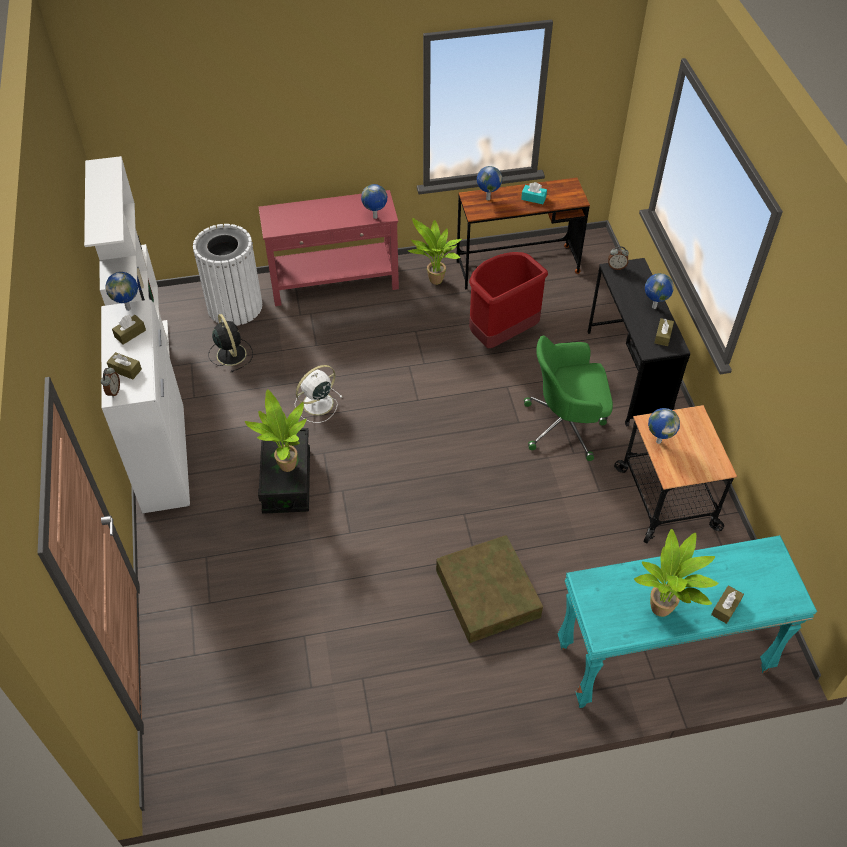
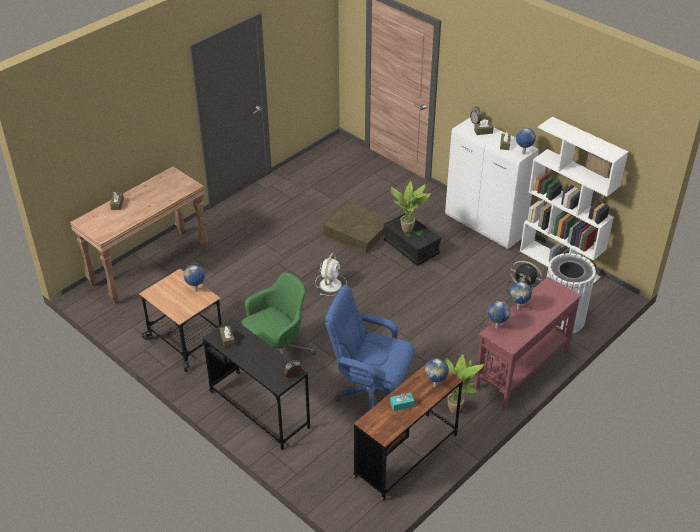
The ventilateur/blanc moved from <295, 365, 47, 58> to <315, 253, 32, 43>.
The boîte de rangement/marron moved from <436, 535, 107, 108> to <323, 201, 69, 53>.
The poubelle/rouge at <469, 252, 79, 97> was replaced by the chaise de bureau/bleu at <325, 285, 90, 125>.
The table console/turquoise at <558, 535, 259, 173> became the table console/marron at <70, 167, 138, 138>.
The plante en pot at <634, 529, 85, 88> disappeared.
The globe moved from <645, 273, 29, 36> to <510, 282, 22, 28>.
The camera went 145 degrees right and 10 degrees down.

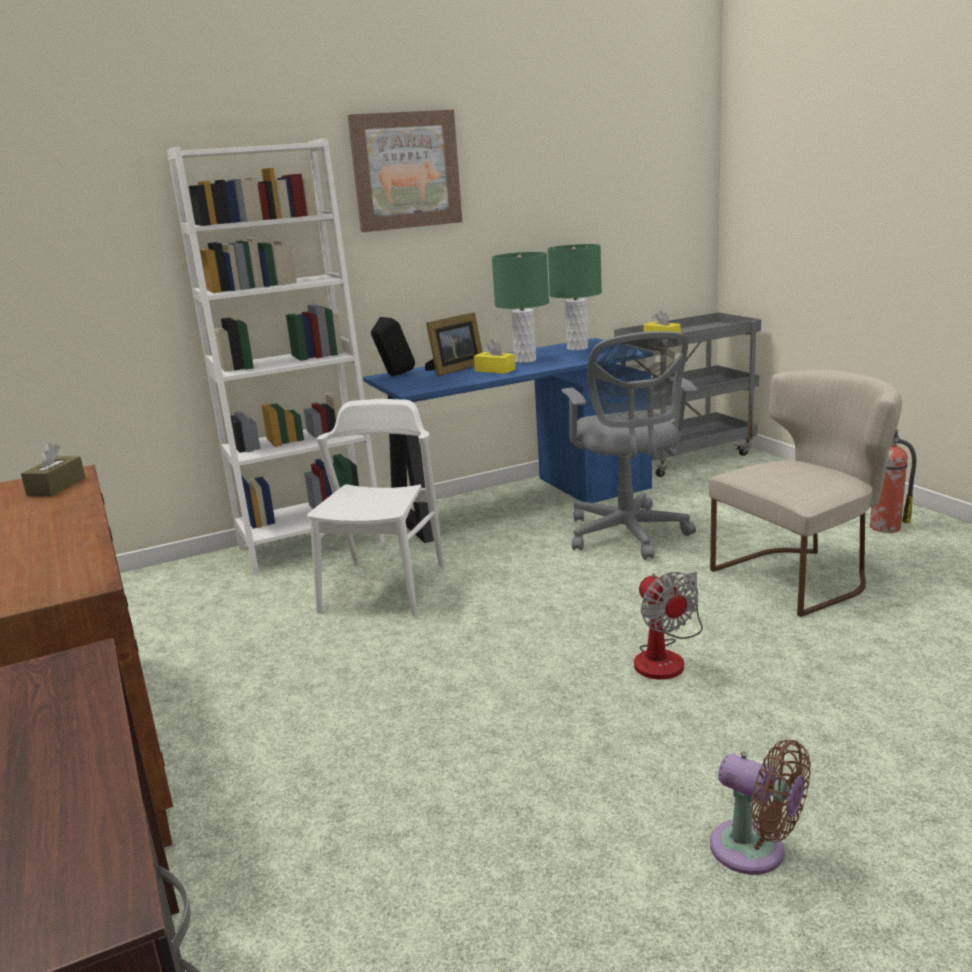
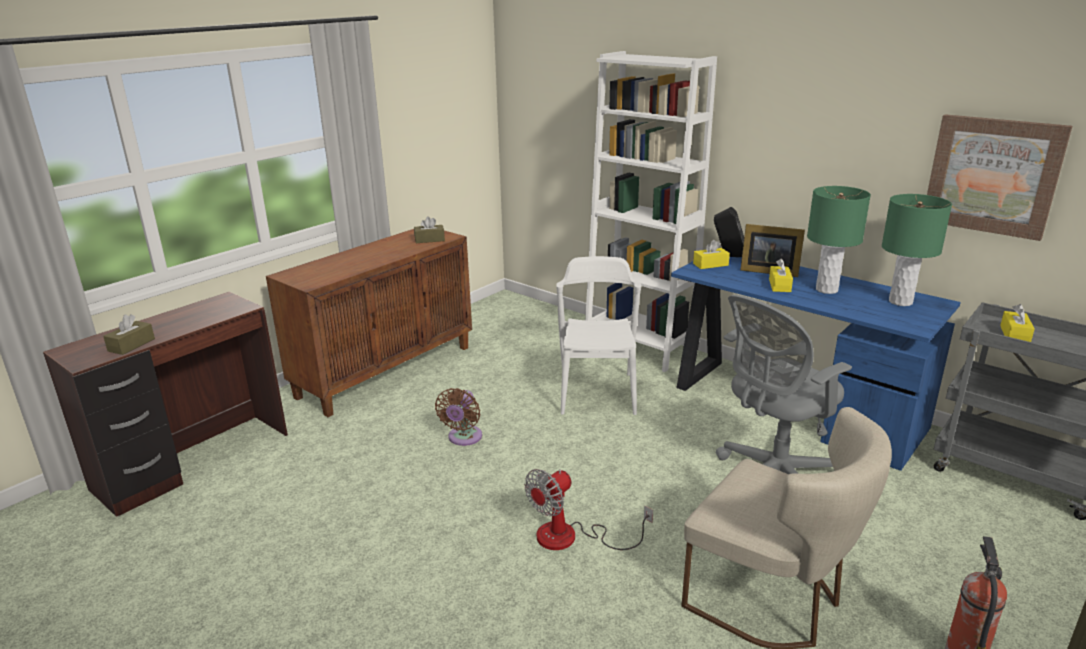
The chaise/blanc at <307, 399, 137, 217> turned 75 degrees counterclockwise.
The tableau moved from <348, 109, 114, 123> to <927, 114, 145, 127>.
The ventilateur/marron moved from <710, 740, 101, 135> to <435, 388, 47, 58>.
The boîte à mouchoirs/marron at <103, 314, 52, 41> appeared.
The boîte à mouchoirs/jaune at <693, 240, 37, 29> appeared.
The camera went 65 degrees right and 5 degrees up.

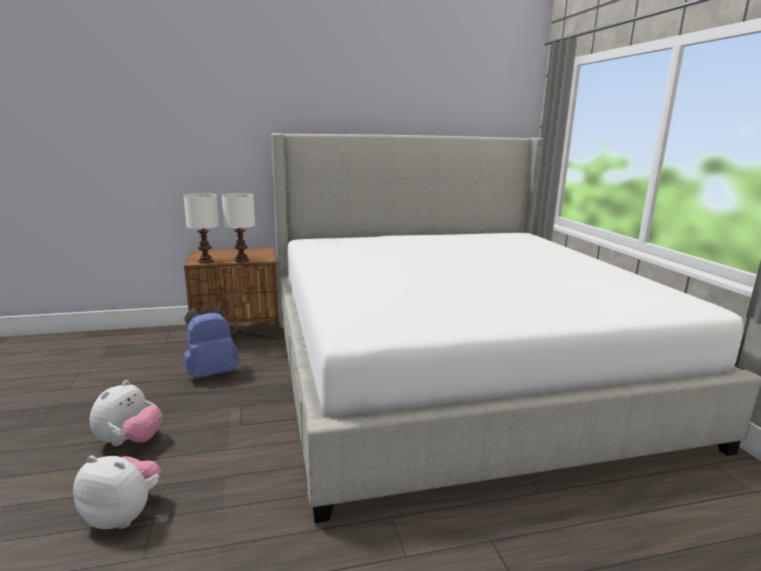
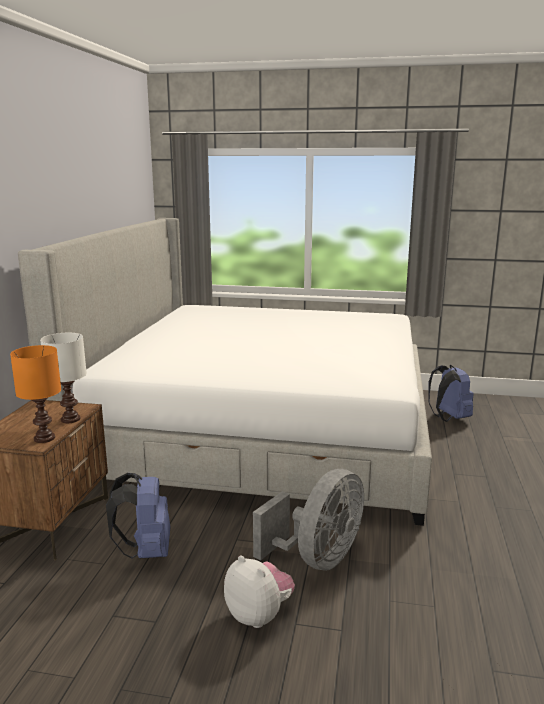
The peluche at <73, 456, 88, 73> disappeared.
The lampe de table/blanc at <184, 193, 35, 71> became the lampe de table/orange at <10, 345, 51, 98>.
The ventilateur/gris at <253, 469, 111, 102> appeared.
The sac à dos/bleu at <429, 365, 44, 57> appeared.
The camera went 65 degrees left and 0 degrees up.

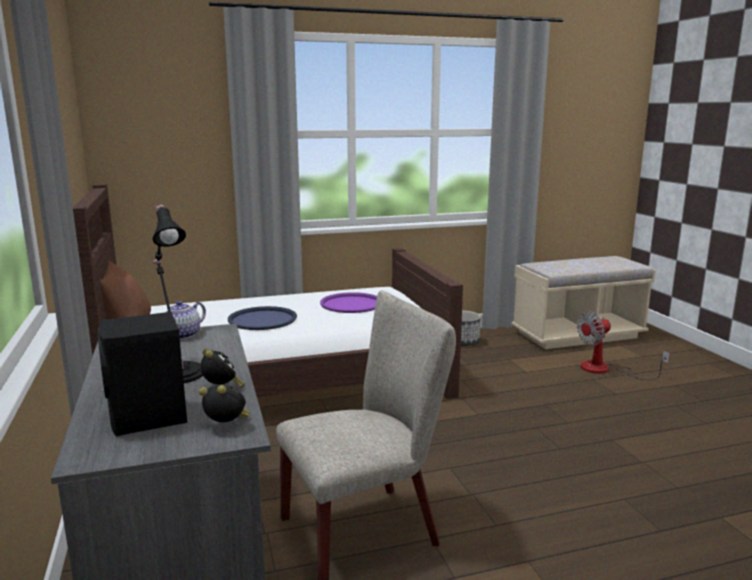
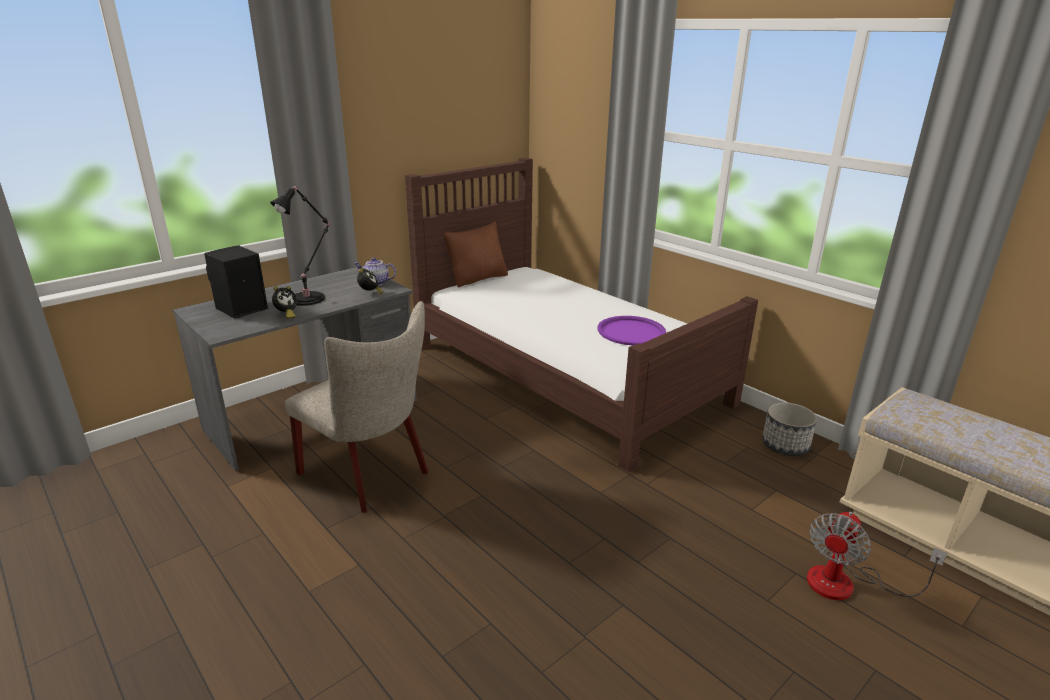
The réveil moved from <199, 385, 51, 37> to <357, 268, 26, 26>.
The plateau/bleu at <228, 306, 69, 24> disappeared.
The ventilateur at <577, 312, 93, 68> turned 90 degrees counterclockwise.
The camera went 65 degrees right and 10 degrees up.

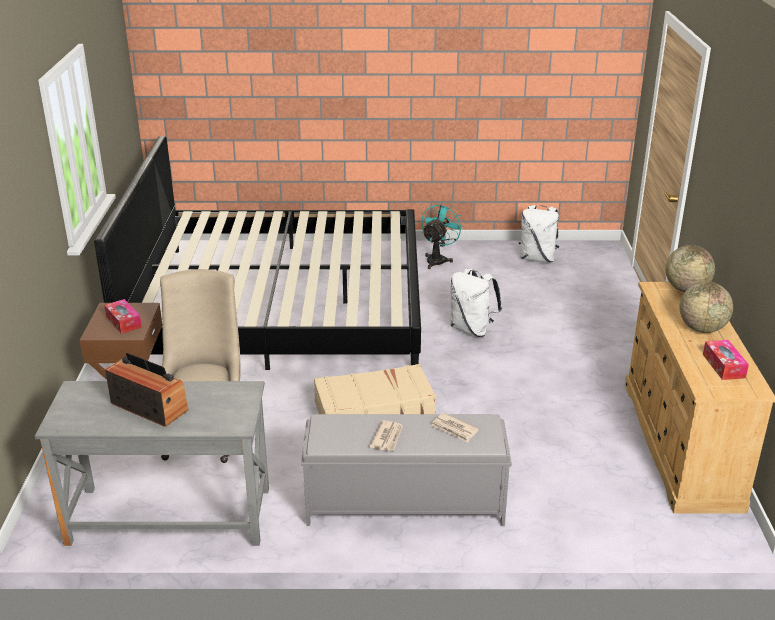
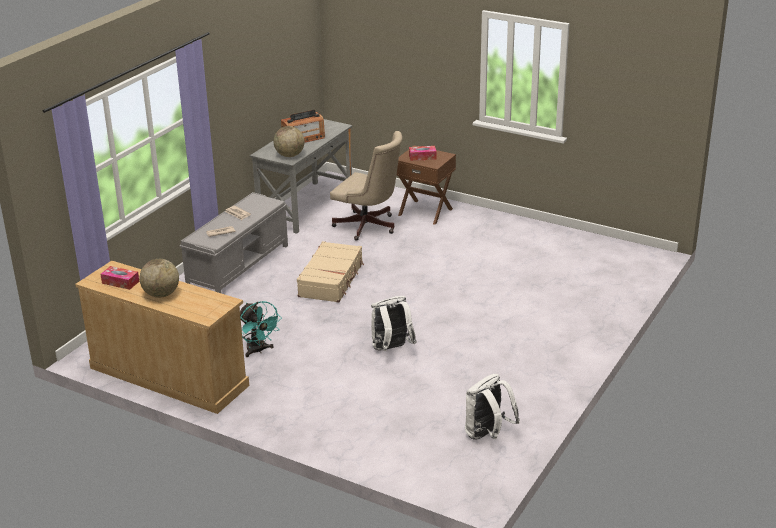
The lit at <94, 136, 327, 234> disappeared.
The ventilateur/turquoise moved from <421, 202, 43, 67> to <240, 301, 42, 56>.
The globe moved from <665, 245, 50, 47> to <274, 126, 30, 31>.
The camera went 120 degrees right and 0 degrees up.

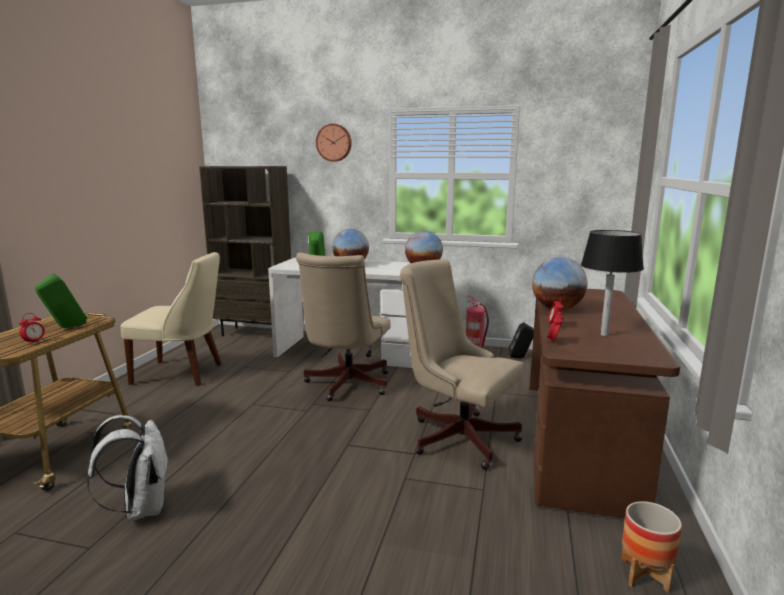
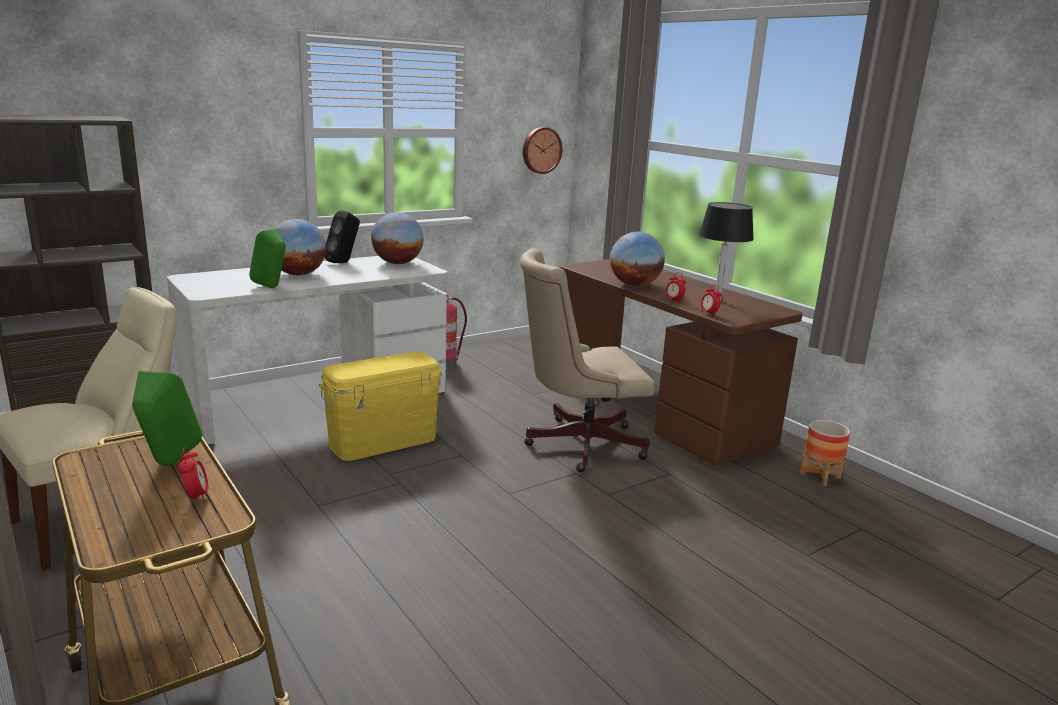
The sac à dos/blanc at <87, 415, 82, 106> disappeared.
The chaise de bureau/beige at <296, 252, 95, 149> was replaced by the boîte de rangement/jaune at <319, 351, 123, 110>.
The horloge murale moved from <316, 124, 36, 38> to <523, 127, 39, 47>.
The enceinte/noir moved from <508, 322, 26, 36> to <325, 210, 35, 53>.
The camera went 50 degrees left and 5 degrees up.

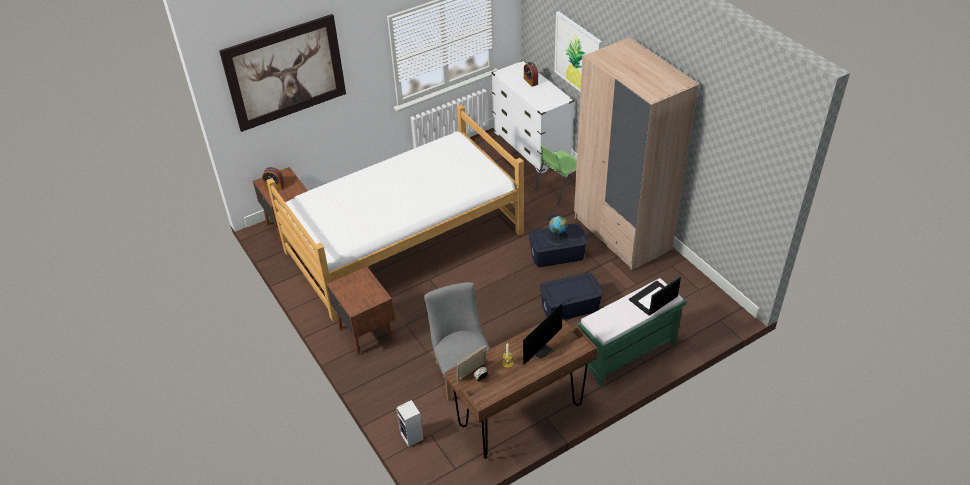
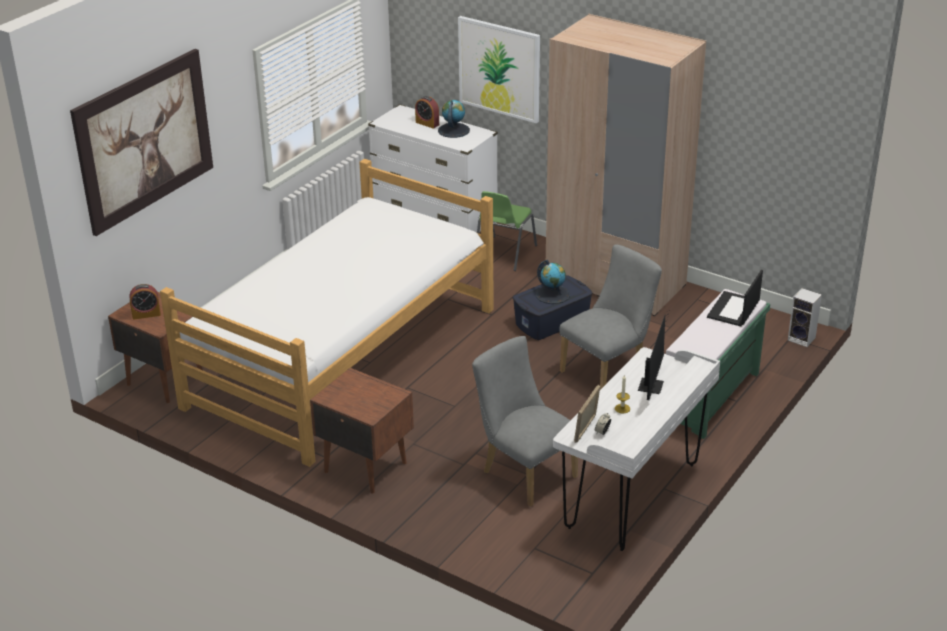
The enceinte moved from <396, 400, 28, 47> to <788, 288, 34, 59>.
The bureau/marron at <444, 318, 153, 141> became the bureau/blanc at <553, 347, 167, 204>.
The boîte de rangement/bleu at <540, 273, 62, 47> was replaced by the chaise/gris at <560, 245, 102, 145>.
The globe at <438, 100, 32, 38> appeared.
The camera went 25 degrees left and 10 degrees down.

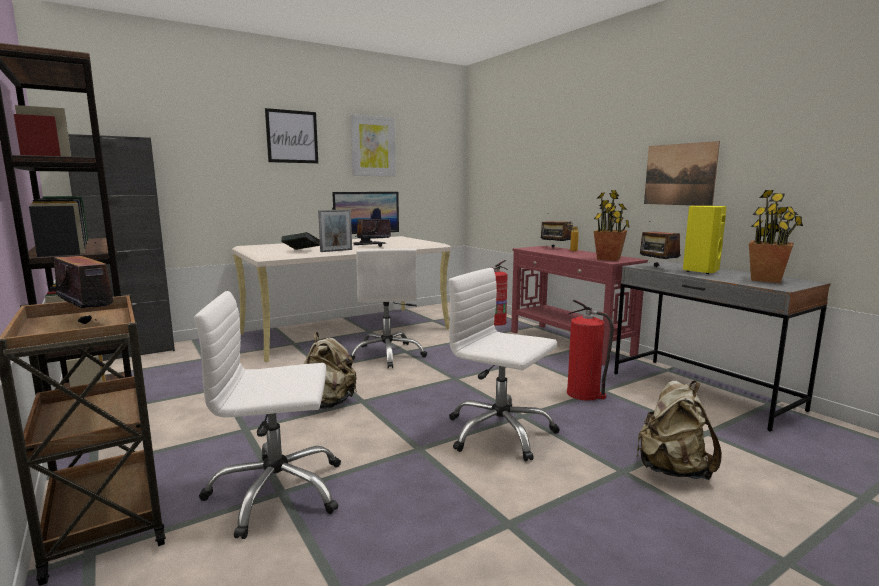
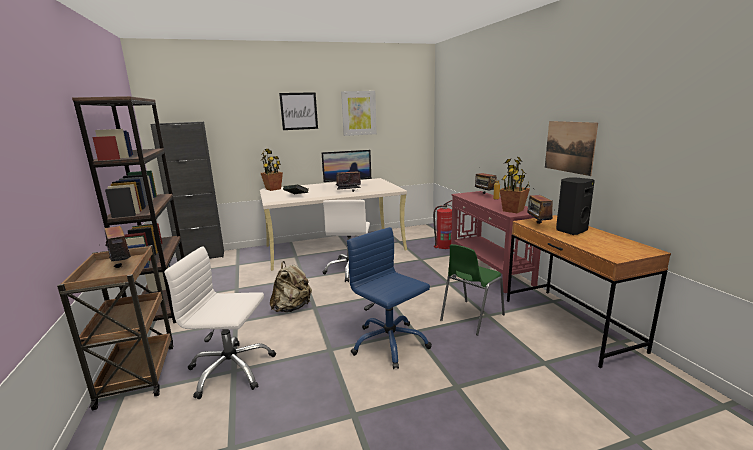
The cadre photo at <318, 209, 34, 43> disappeared.
The chaise de bureau/blanc at <448, 268, 112, 193> became the chaise de bureau/bleu at <347, 227, 85, 142>.
The extincteur at <567, 299, 47, 102> was replaced by the chaise/vert at <440, 244, 65, 92>.
The bureau/gris at <614, 261, 216, 171> became the bureau/marron at <507, 215, 164, 153>.
The sac à dos/beige at <636, 381, 86, 99> disappeared.
The enceinte/jaune at <683, 206, 44, 68> became the enceinte/noir at <556, 177, 39, 58>.
The plante en pot moved from <749, 190, 54, 93> to <260, 149, 23, 42>.
The camera went 15 degrees right and 5 degrees up.

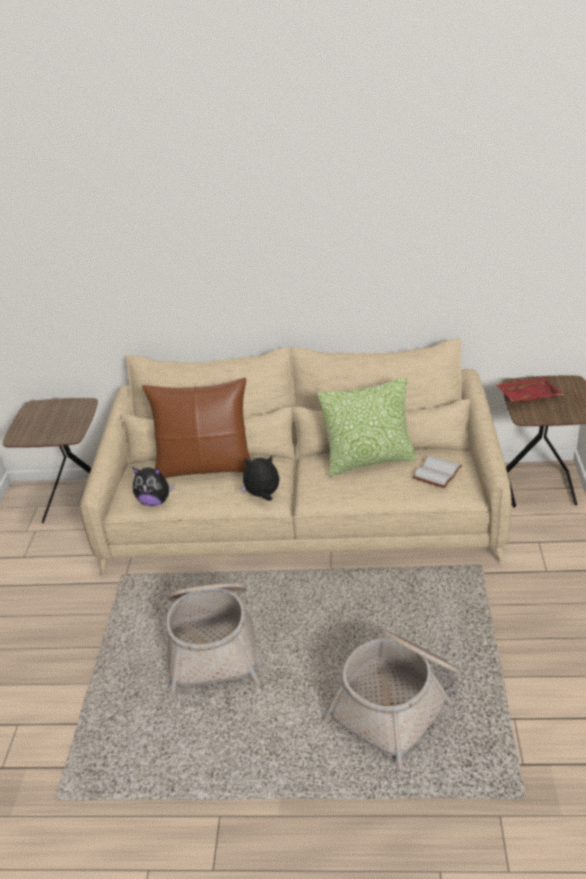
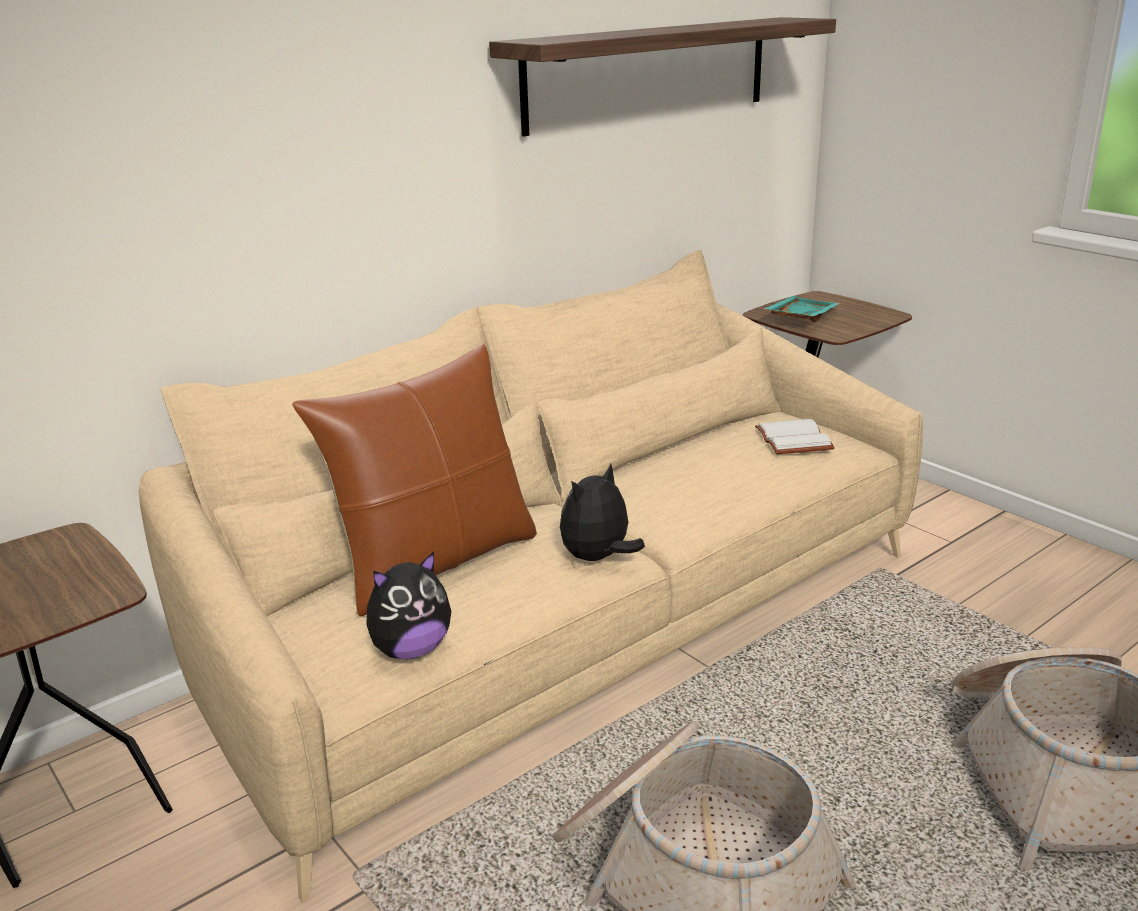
The coussin at <317, 377, 100, 100> disappeared.
The plateau/rouge at <495, 378, 68, 25> became the plateau/turquoise at <763, 296, 76, 26>.
The étagère at <489, 17, 347, 120> appeared.
The camera went 45 degrees left and 10 degrees down.

